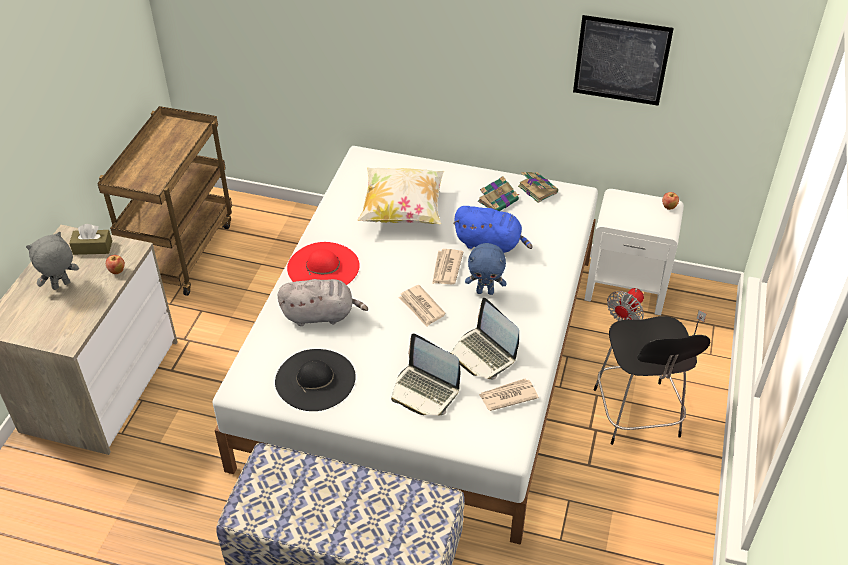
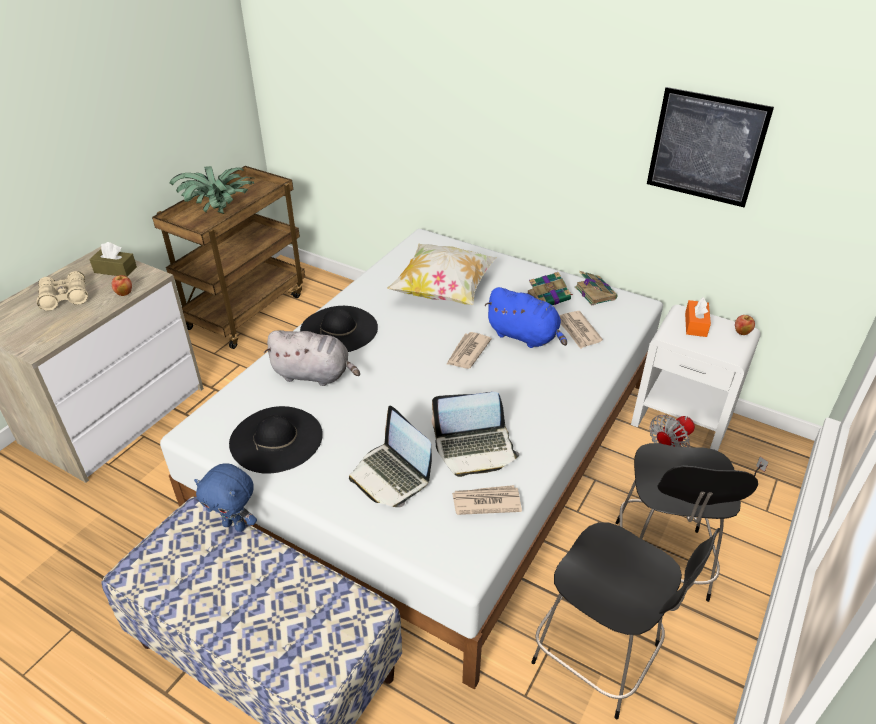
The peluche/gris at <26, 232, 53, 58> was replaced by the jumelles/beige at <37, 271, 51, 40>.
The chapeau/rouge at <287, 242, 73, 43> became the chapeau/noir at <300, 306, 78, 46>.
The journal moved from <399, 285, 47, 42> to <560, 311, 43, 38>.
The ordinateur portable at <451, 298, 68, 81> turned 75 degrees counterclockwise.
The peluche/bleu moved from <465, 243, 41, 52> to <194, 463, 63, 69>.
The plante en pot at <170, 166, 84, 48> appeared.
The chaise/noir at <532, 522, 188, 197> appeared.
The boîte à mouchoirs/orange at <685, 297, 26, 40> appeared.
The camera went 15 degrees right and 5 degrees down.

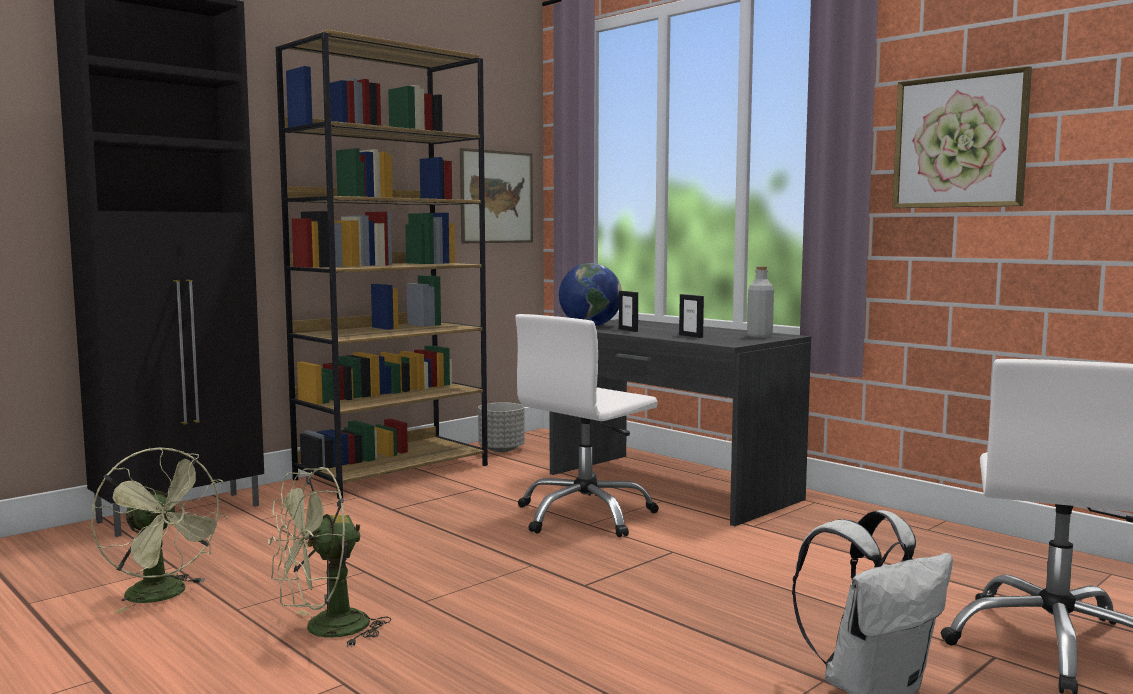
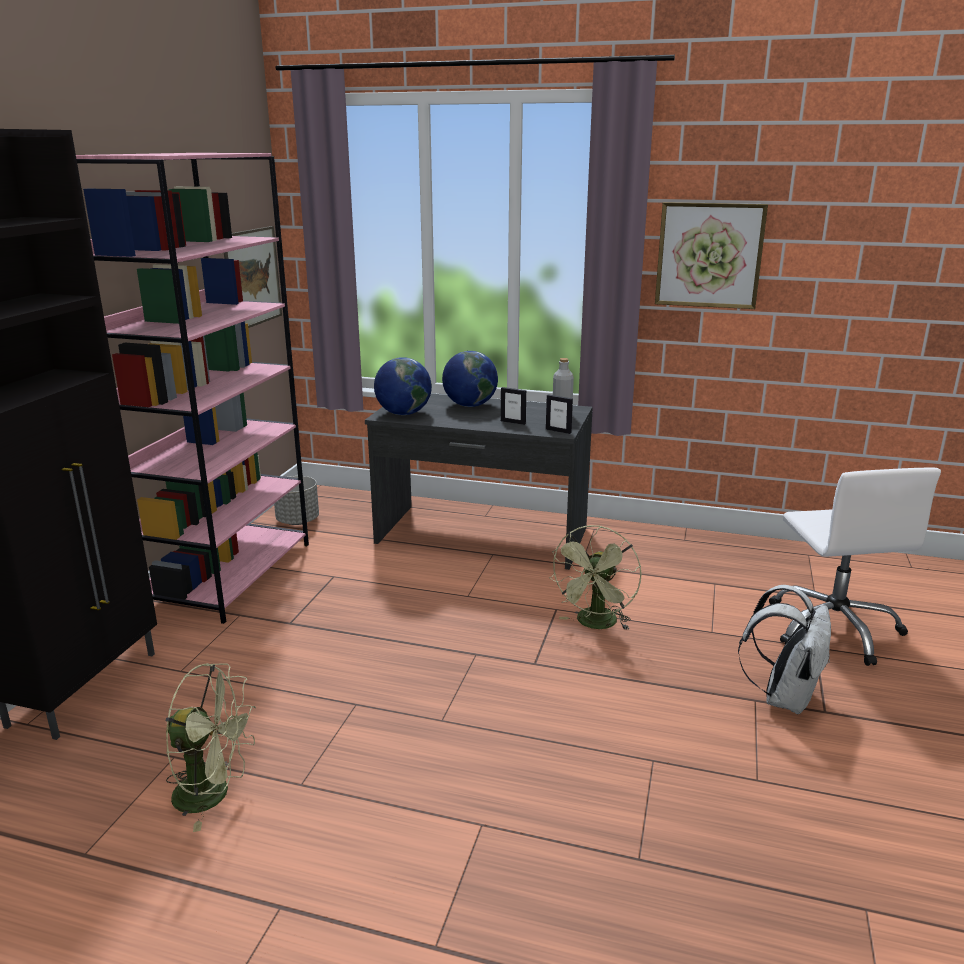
The ventilateur/vert moved from <268, 467, 123, 180> to <549, 525, 93, 105>.
The bibliothèque/marron at <276, 30, 212, 469> became the bibliothèque/rose at <76, 153, 233, 471>.
The chaise de bureau/blanc at <515, 314, 144, 223> disappeared.
The cadre photo moved from <619, 291, 19, 41> to <546, 394, 27, 40>.
The globe at <442, 351, 56, 56> appeared.
The camera went 30 degrees left and 15 degrees up.

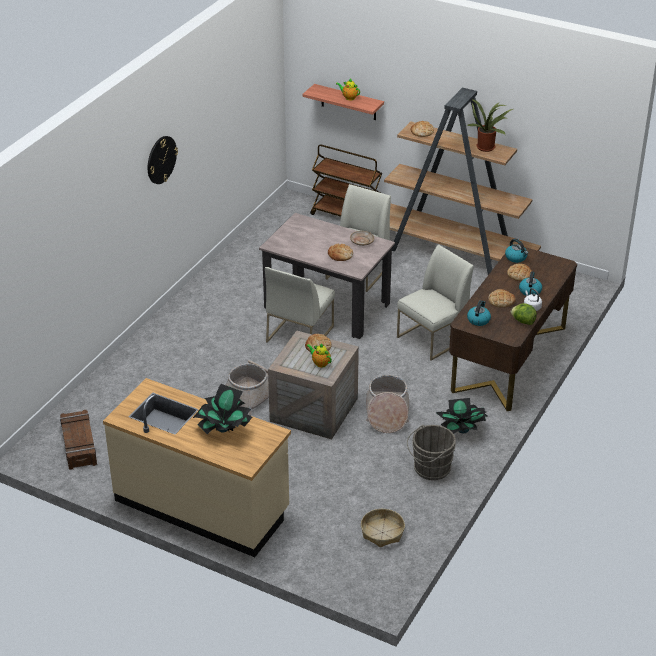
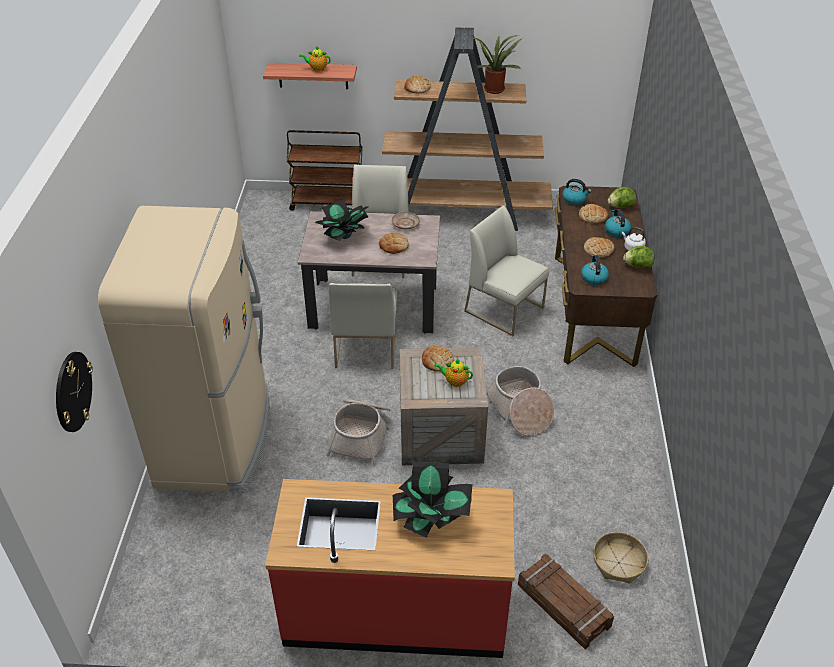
The caisse moved from <60, 410, 37, 60> to <518, 554, 96, 95>.
The comptoir de cuisine/beige at <103, 378, 188, 179> became the comptoir de cuisine/rouge at <265, 479, 250, 179>.
The horloge murale moved from <148, 136, 30, 48> to <56, 352, 37, 80>.
The chaise/blanc at <397, 244, 77, 117> turned 75 degrees counterclockwise.
The seau/gris at <407, 425, 49, 55> disappeared.
The plante en pot moved from <436, 398, 51, 36> to <315, 200, 53, 41>.
The réfrigérateur/beige at <98, 206, 172, 287> appeared.
The laitue at <608, 187, 28, 21> appeared.
The camera went 25 degrees left and 5 degrees up.

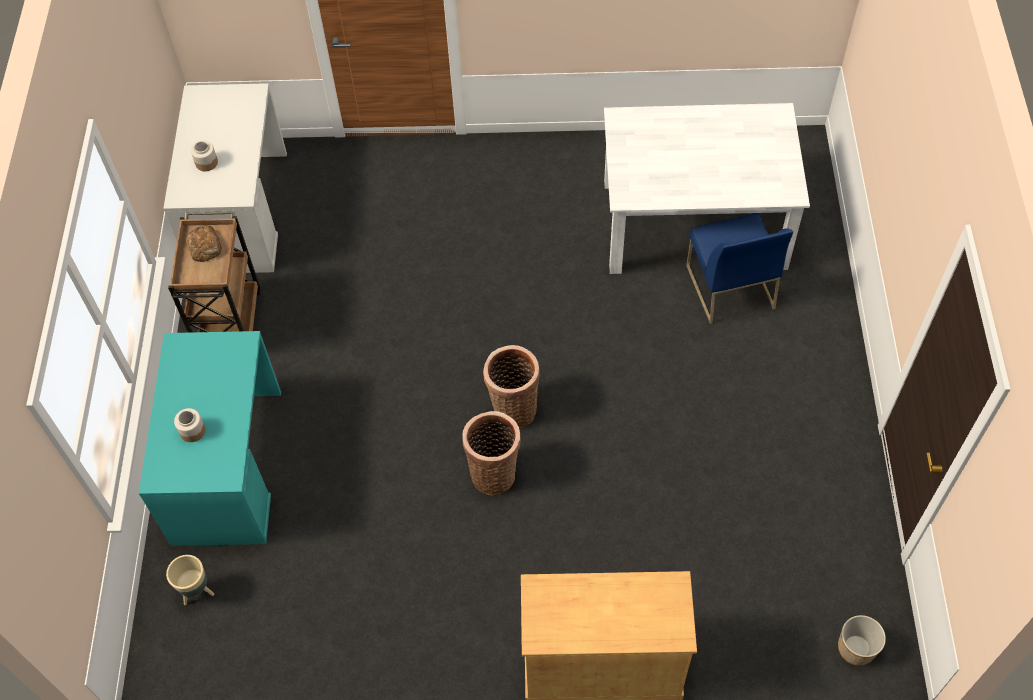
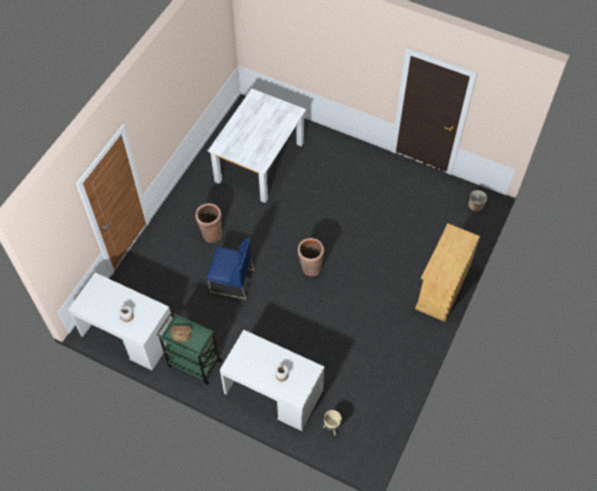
The bureau/turquoise at <139, 331, 142, 215> became the bureau/blanc at <220, 330, 104, 101>.
The chariot/marron at <168, 211, 92, 122> became the chariot/vert at <157, 313, 66, 71>.
The panier moved from <462, 411, 59, 84> to <195, 203, 27, 40>.
The chaise/bleu moved from <686, 214, 107, 110> to <207, 237, 48, 63>.
The camera went 65 degrees left and 0 degrees up.

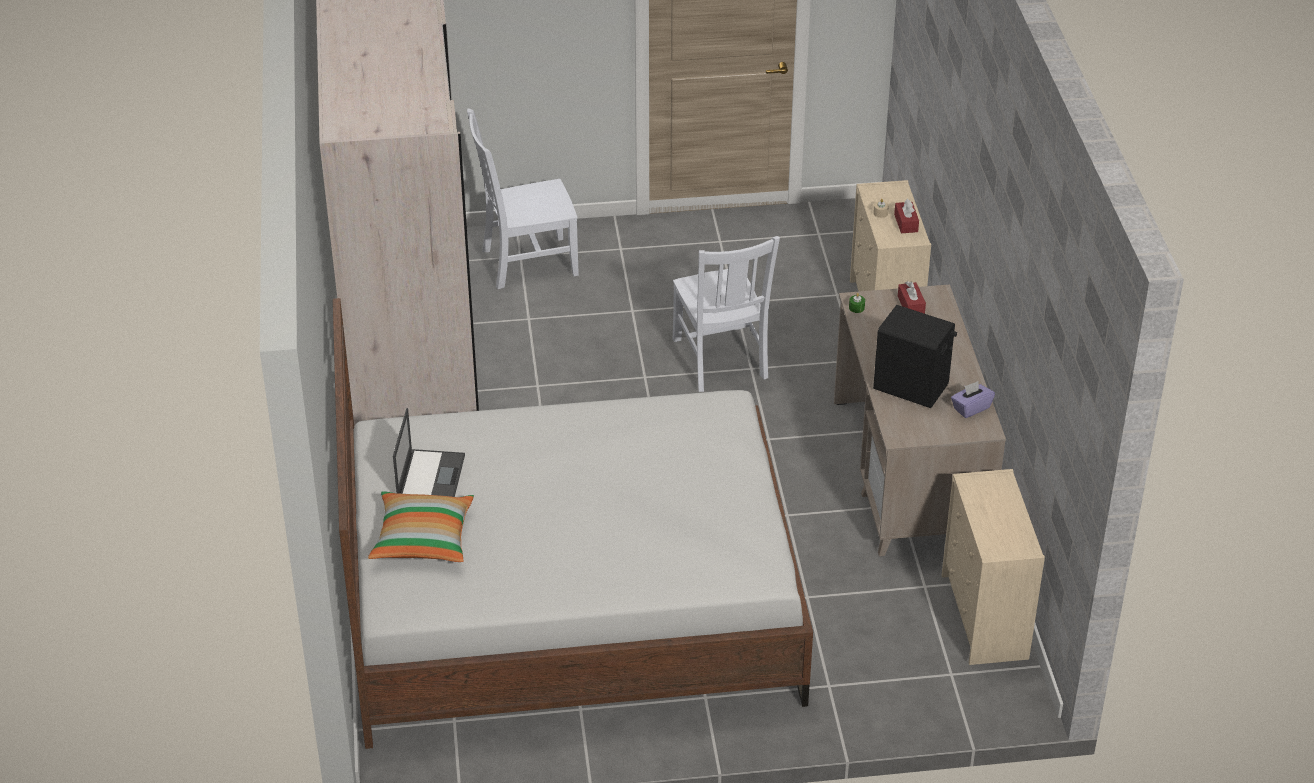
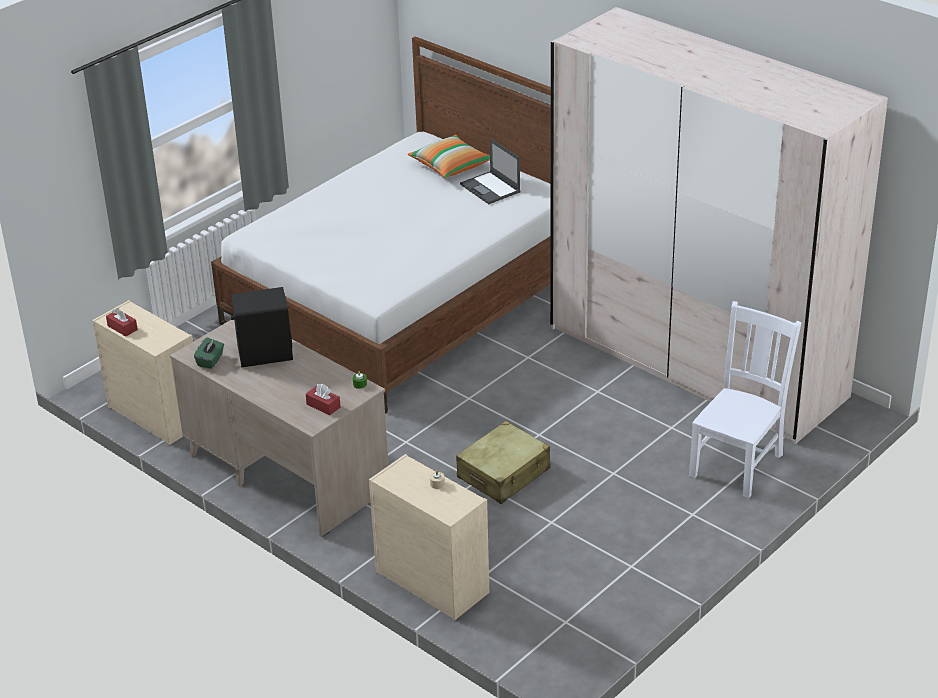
The chaise/blanc at <673, 236, 107, 156> was replaced by the valise/beige at <456, 421, 94, 83>.
The boîte à mouchoirs/rouge moved from <894, 199, 25, 34> to <106, 308, 32, 28>.
The boîte à mouchoirs/violet at <951, 381, 44, 37> became the boîte à mouchoirs/vert at <194, 337, 30, 32>.
The camera went 140 degrees right and 5 degrees down.

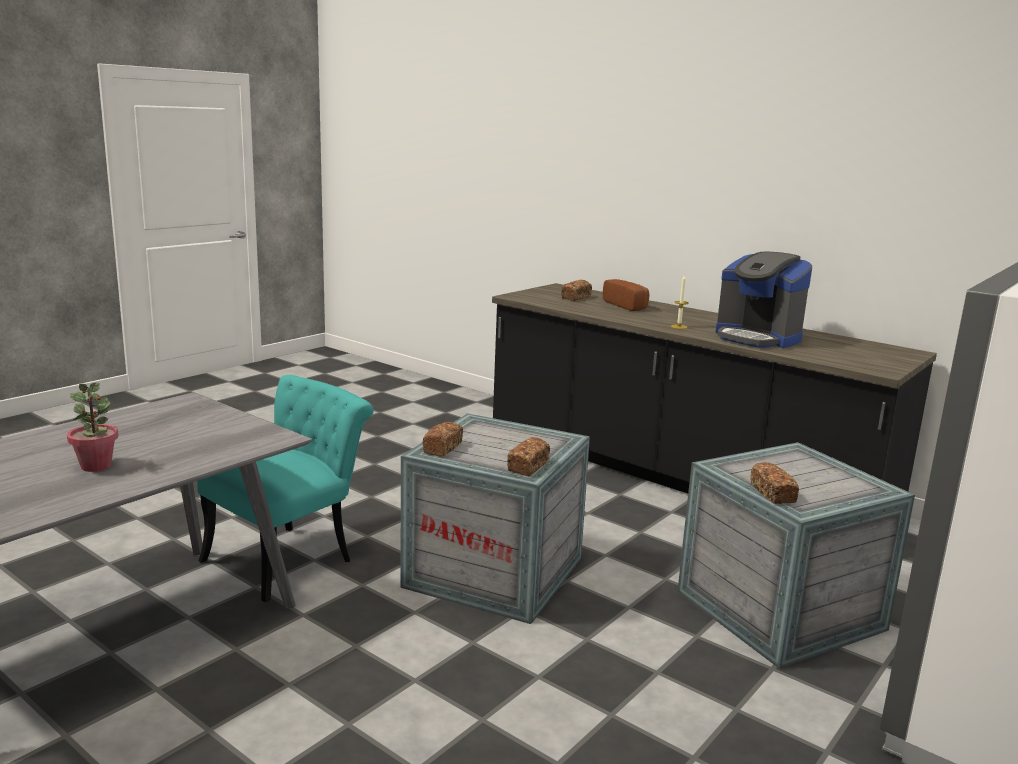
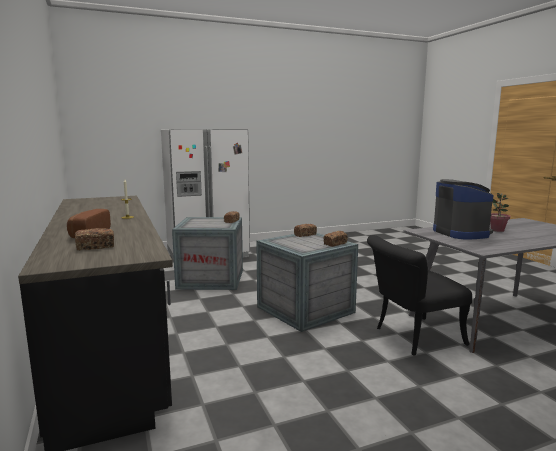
The chaise/turquoise at <197, 375, 177, 227> became the chaise/noir at <367, 235, 105, 120>.
The machine à café moved from <716, 251, 96, 97> to <433, 179, 60, 61>.
The camera went 150 degrees left and 5 degrees down.

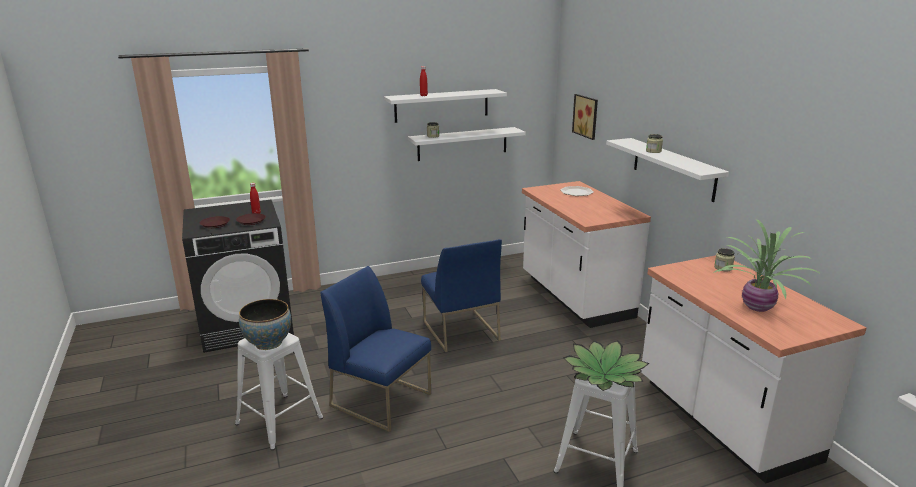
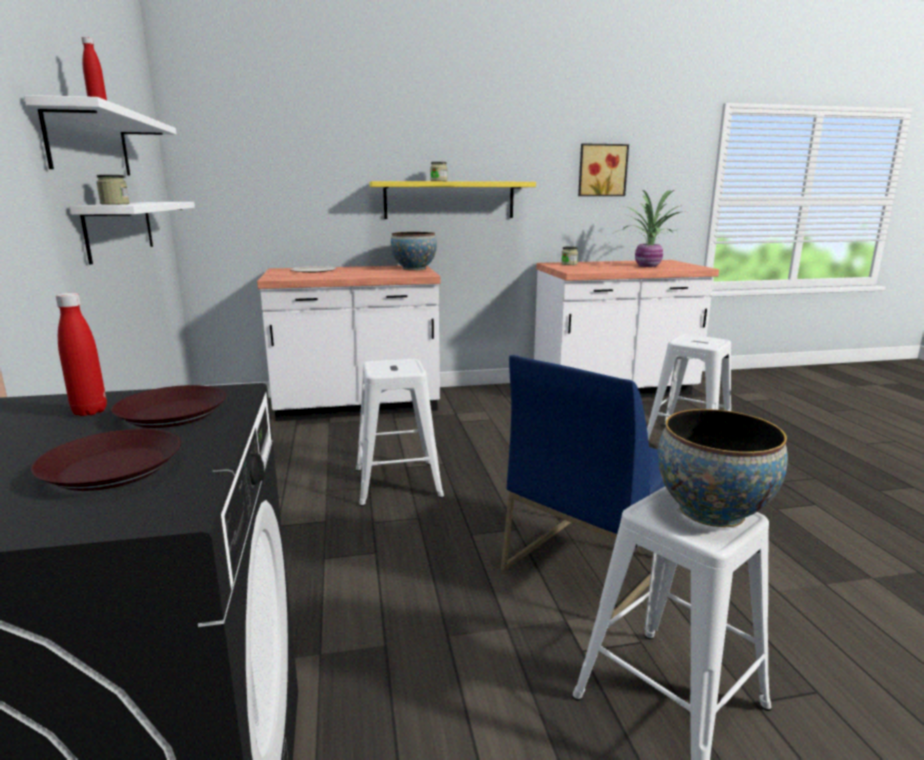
The chaise/bleu at <421, 239, 81, 114> was replaced by the tabouret/blanc at <356, 359, 88, 147>.
The plante en pot at <563, 340, 87, 51> disappeared.
The tableau moved from <572, 94, 26, 46> to <578, 143, 51, 53>.
The étagère/blanc at <606, 138, 123, 64> became the étagère/jaune at <369, 181, 167, 38>.
The bol at <391, 232, 46, 38> appeared.
The camera went 80 degrees left and 5 degrees down.

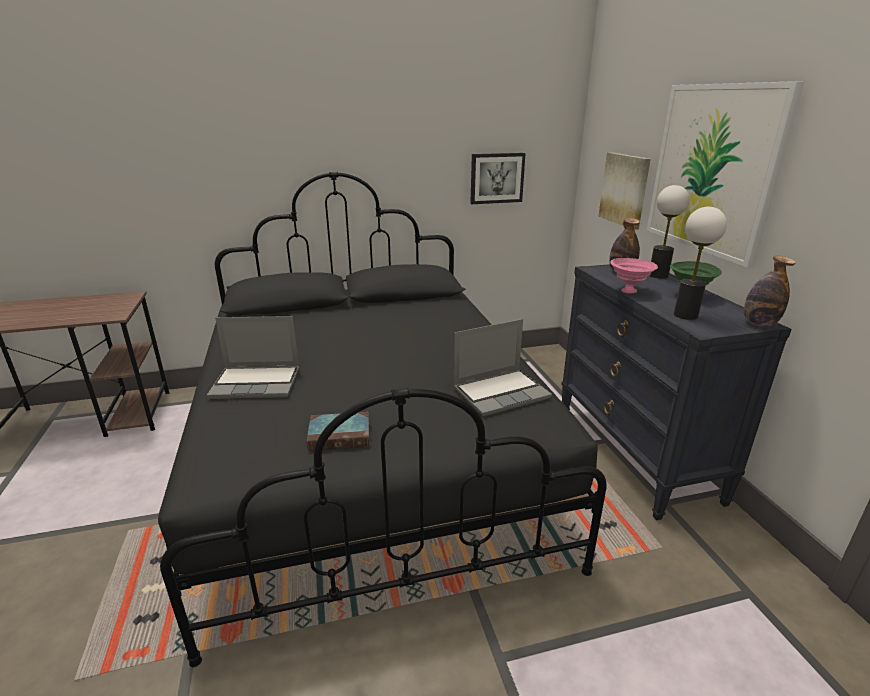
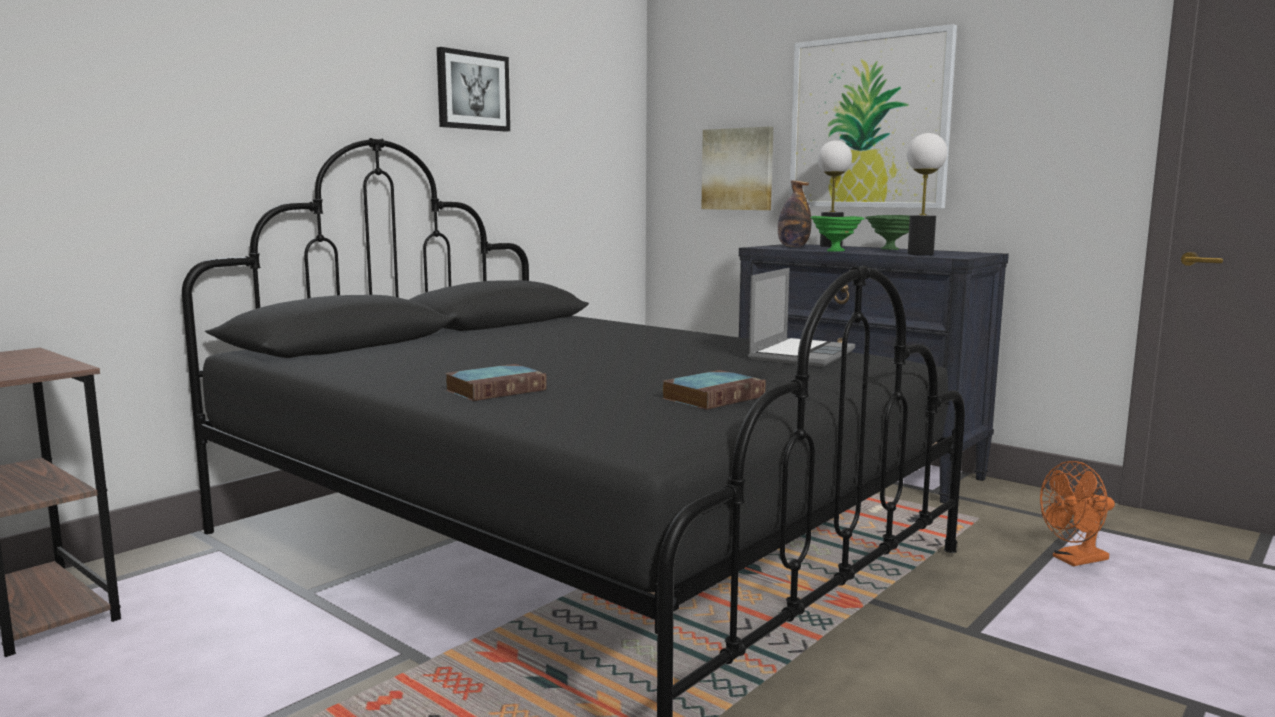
The ordinateur portable at <207, 316, 92, 83> was replaced by the livre at <445, 364, 102, 37>.
The tableau moved from <470, 153, 56, 51> to <437, 47, 73, 85>.
The bol/rose at <610, 258, 48, 36> became the bol/vert at <810, 216, 54, 36>.
The bouteille at <744, 256, 52, 71> disappeared.
The ventilateur/orange at <1040, 461, 75, 105> appeared.
The camera went 35 degrees left and 15 degrees down.

